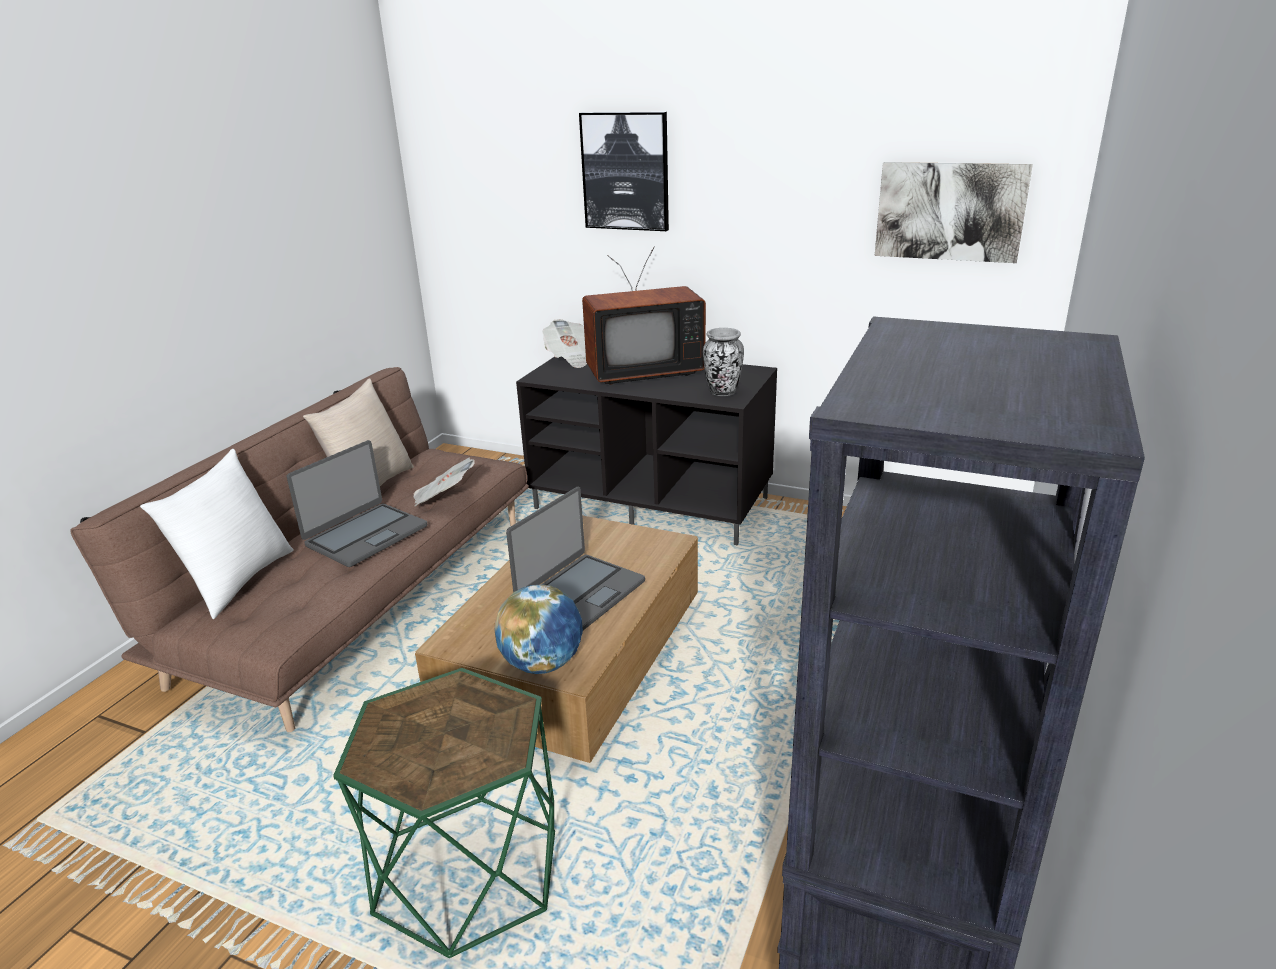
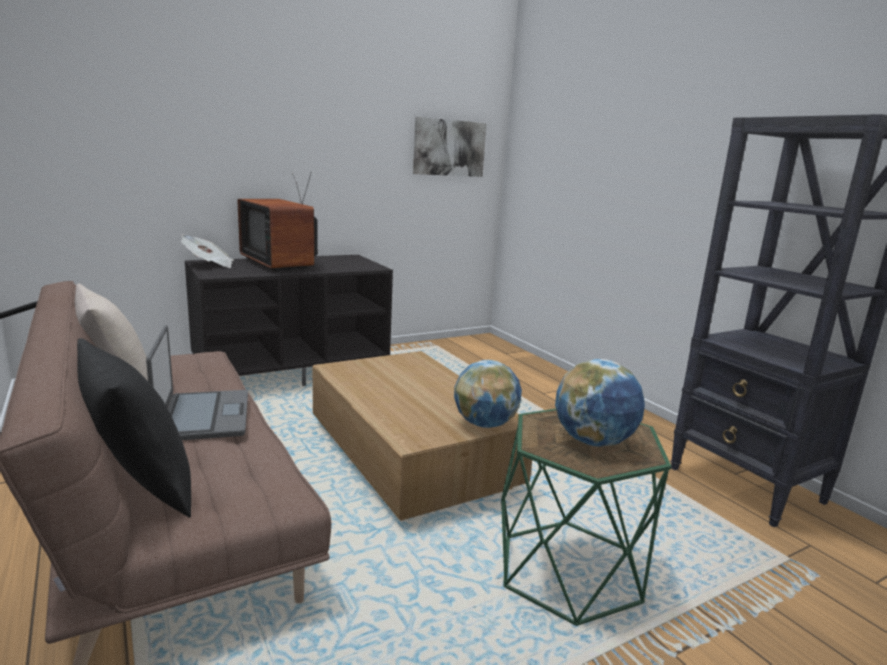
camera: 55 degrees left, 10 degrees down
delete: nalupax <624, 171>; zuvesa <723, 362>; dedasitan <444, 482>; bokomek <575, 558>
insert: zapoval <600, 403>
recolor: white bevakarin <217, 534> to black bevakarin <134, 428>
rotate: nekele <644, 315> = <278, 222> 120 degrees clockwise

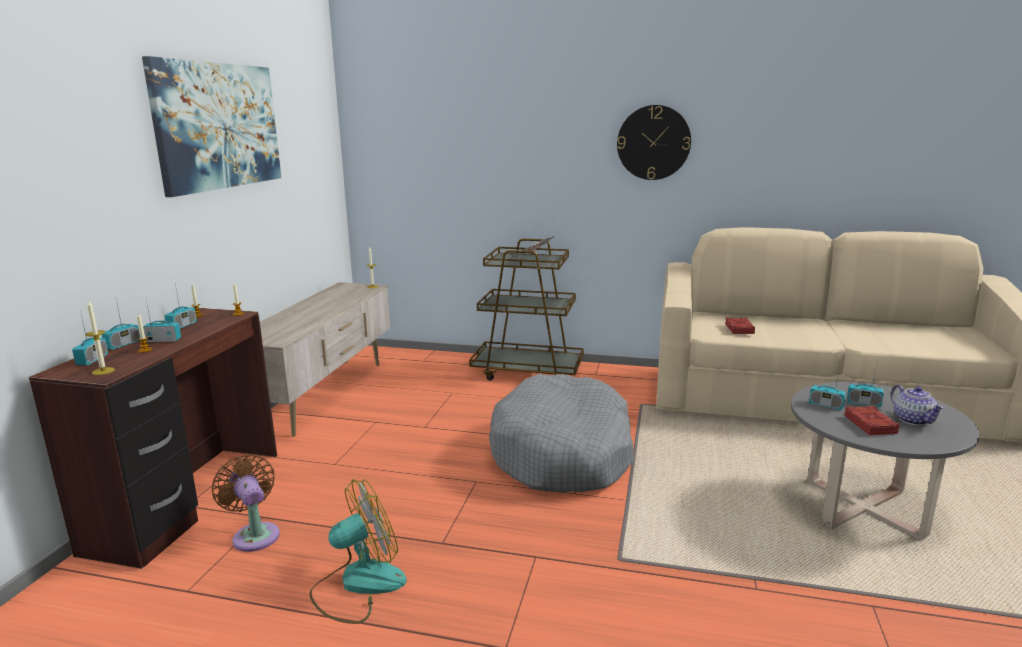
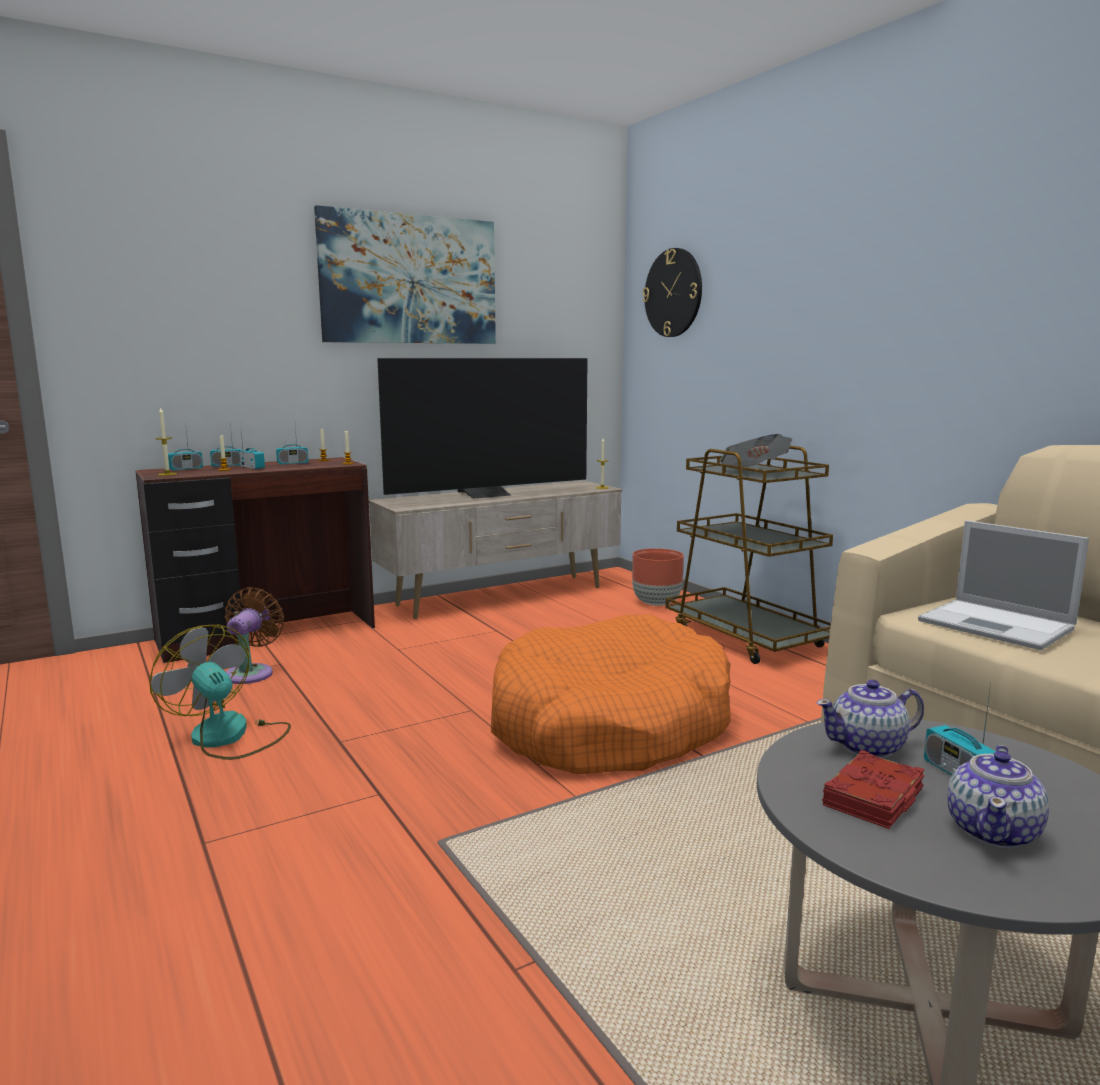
camera: 45 degrees right, 5 degrees down
insert: nekele <482, 428>; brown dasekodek <658, 577>
move: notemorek <654, 142> to <672, 292>
replace: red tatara <740, 326> to bokomek <1003, 585>; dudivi <827, 387> to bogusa <870, 719>
recolor: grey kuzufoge <561, 433> to orange kuzufoge <611, 694>
rotate: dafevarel <358, 551> = <220, 692> 150 degrees counterclockwise

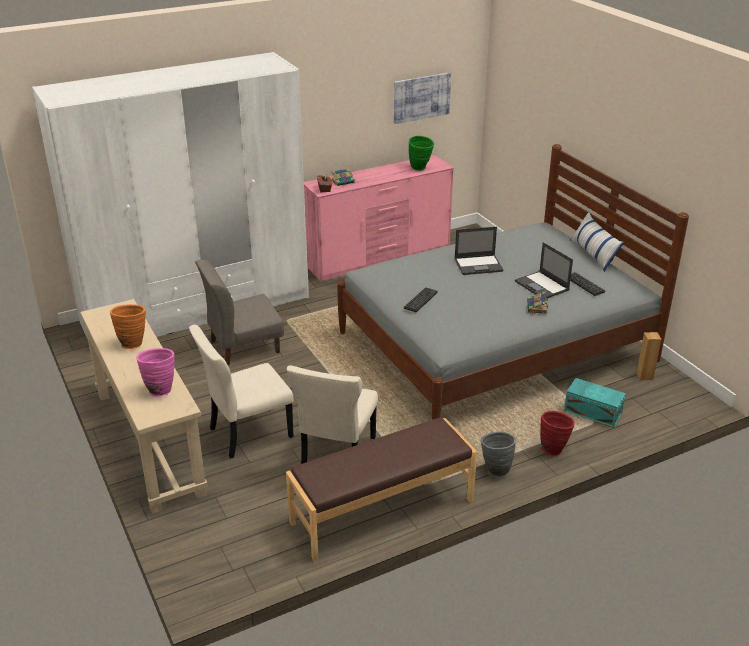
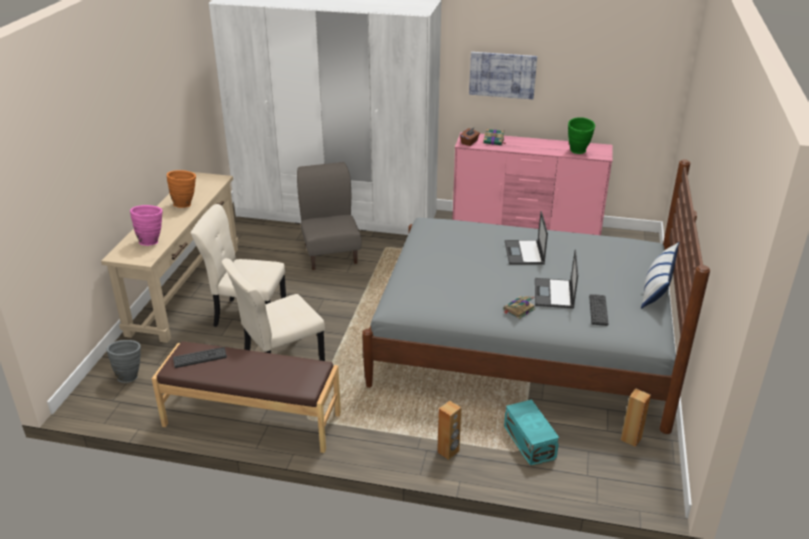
camera: 40 degrees right, 0 degrees up
move: nalupax <422, 98> to <503, 75>; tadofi <421, 300> to <200, 357>; grey zuvesa <498, 455> to <124, 361>
replace: red zuvesa <557, 433> to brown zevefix <449, 430>
rotate: bokomek <479, 251> = <526, 238> 60 degrees clockwise; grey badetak <239, 312> = <329, 216> 60 degrees clockwise

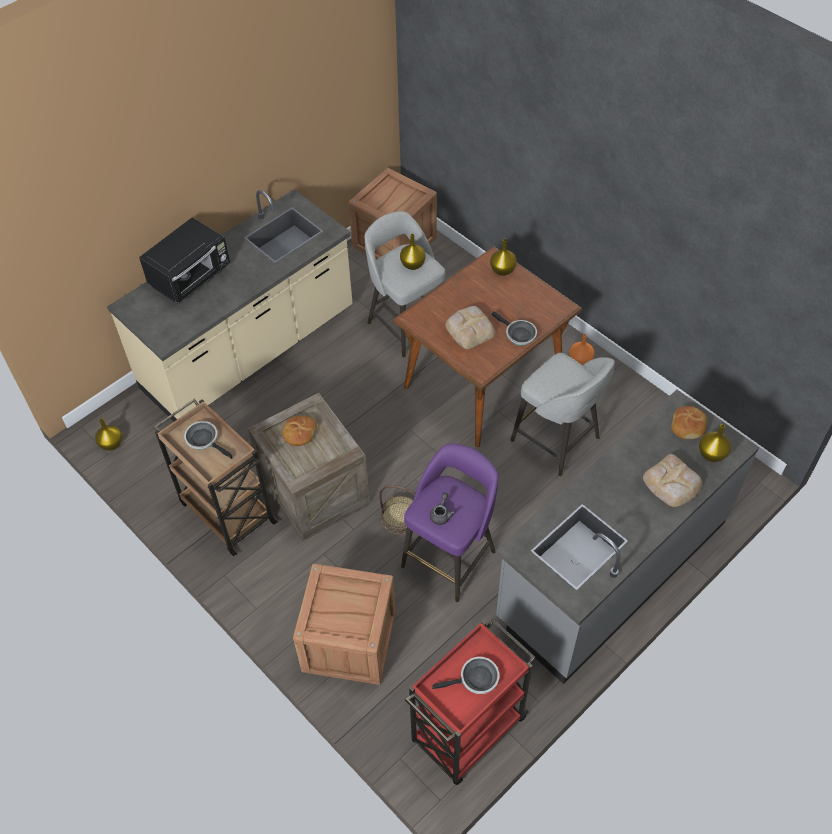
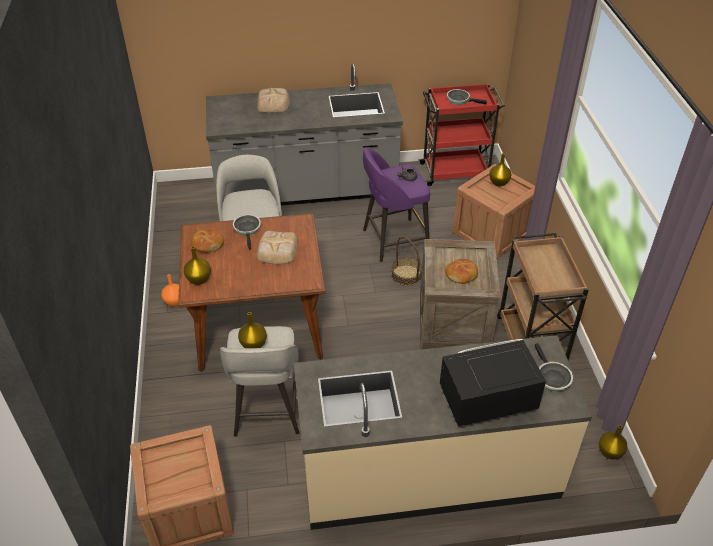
camera: 145 degrees left, 10 degrees down
move: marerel <689, 422> to <207, 240>; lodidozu <208, 440> to <554, 367>; yellow zuvesa <715, 443> to <500, 169>

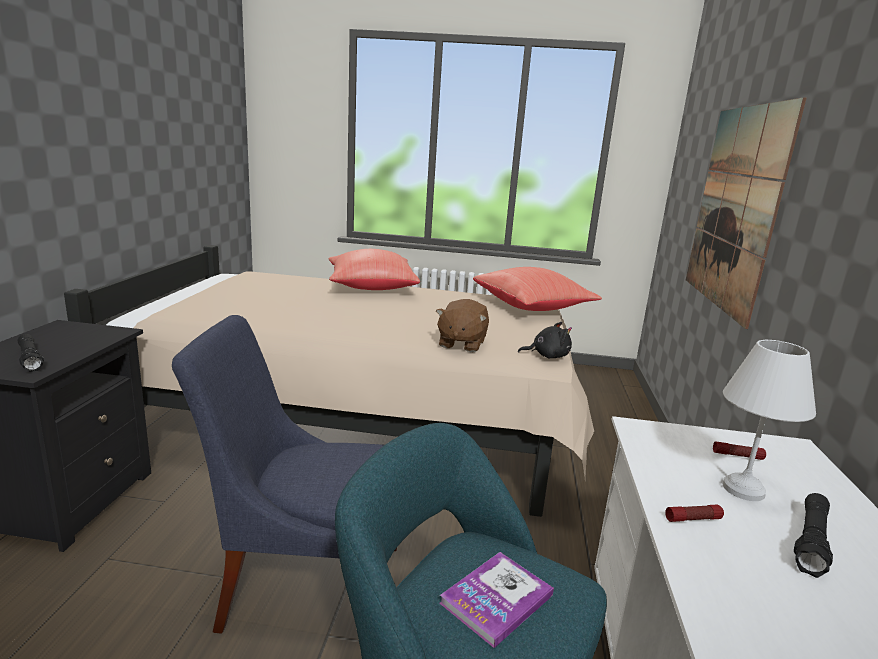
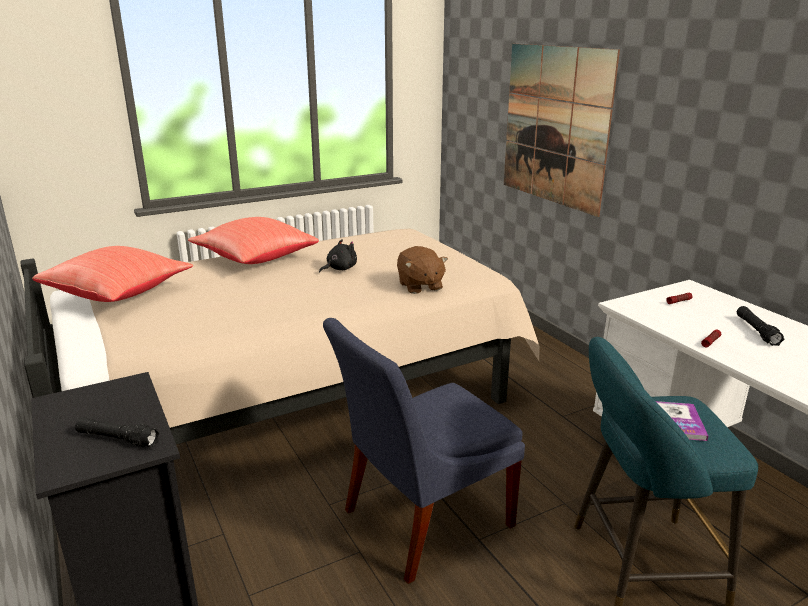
camera: 35 degrees left, 5 degrees up
delete: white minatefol <769, 420>
move: red bevakarin <537, 289> to <112, 274>; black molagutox <545, 340> to <338, 256>

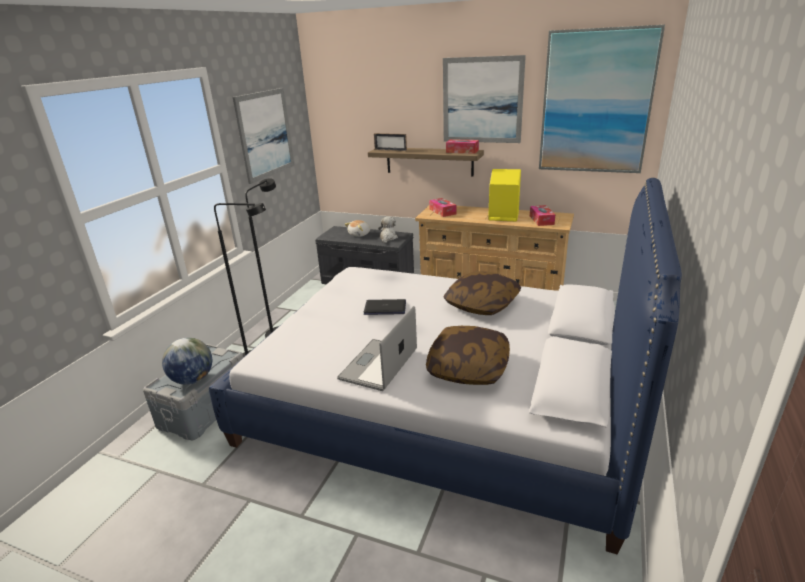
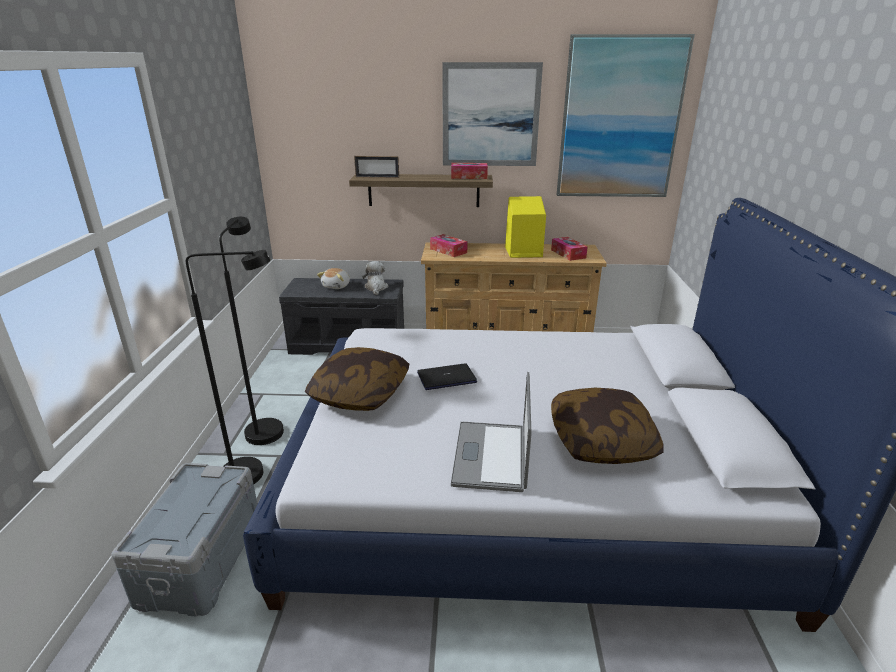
camera: 20 degrees left, 0 degrees up
delete: nalupax <263, 136>; zapoval <187, 361>
move: bevakarin <482, 293> to <357, 379>

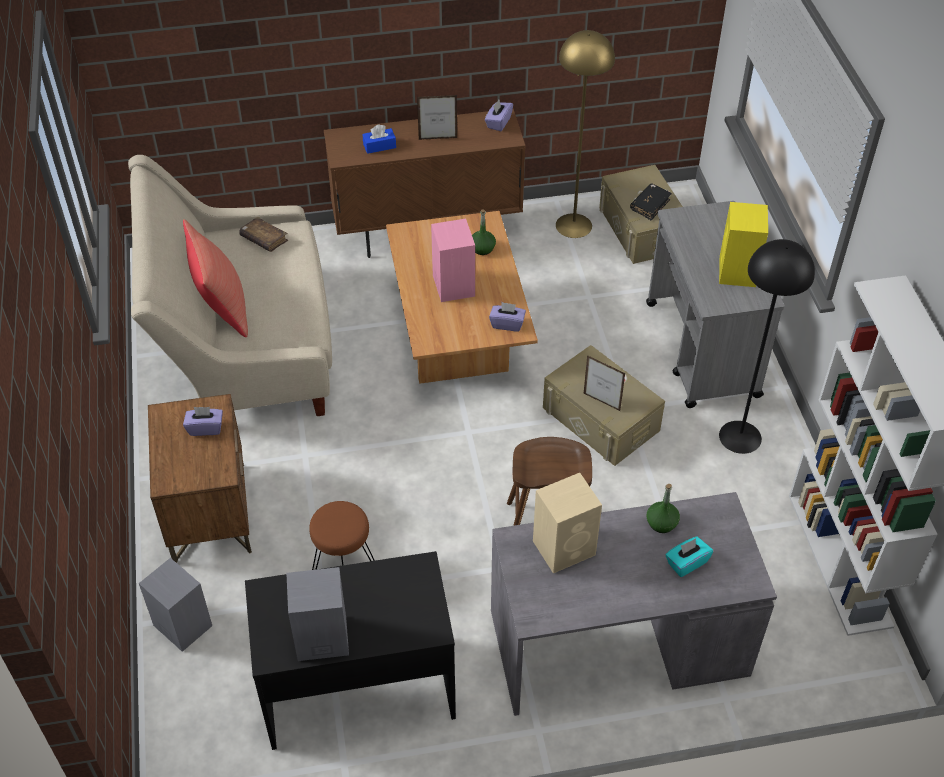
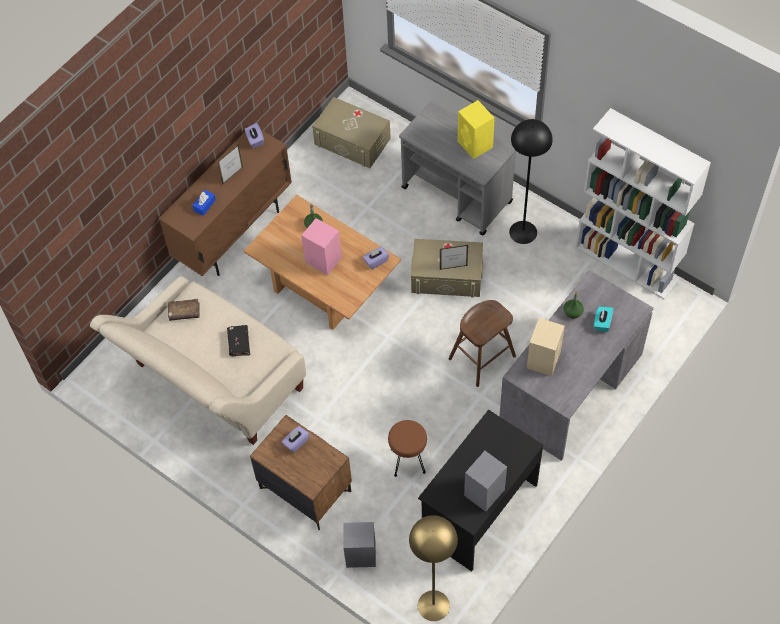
camera: 40 degrees left, 10 degrees up
delete: red bevakarin <215, 278>
move: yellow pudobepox <585, 134> to <433, 568>; black tatara <651, 202> to <238, 341>

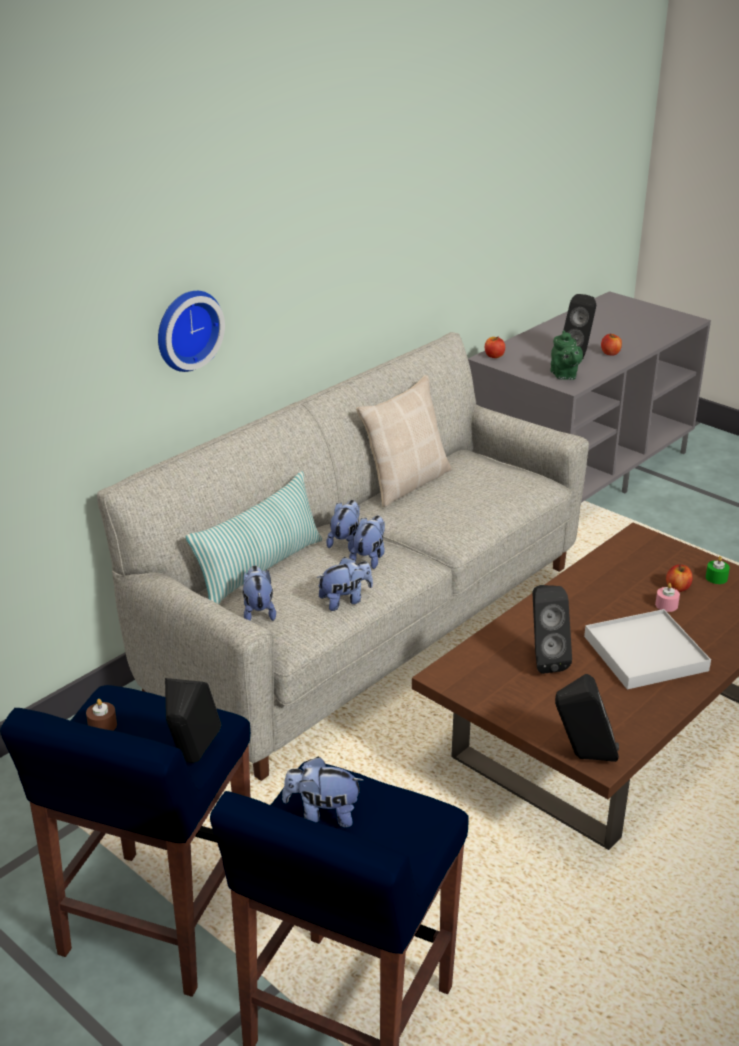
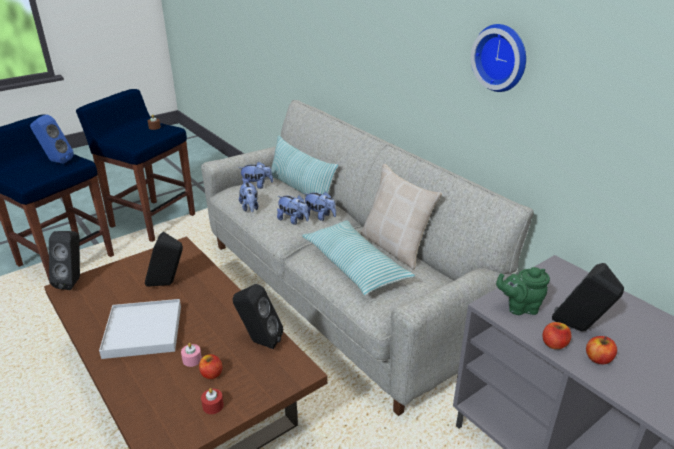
camera: 100 degrees right, 0 degrees up
insert: bevakarin <358, 258>
move: notemorek <191, 331> to <498, 58>; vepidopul <495, 347> to <556, 335>; black zevefix <193, 720> to <258, 316>
replace: molagutox <323, 792> to blue zevefix <52, 139>
recolor: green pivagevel <718, 570> to red pivagevel <212, 401>

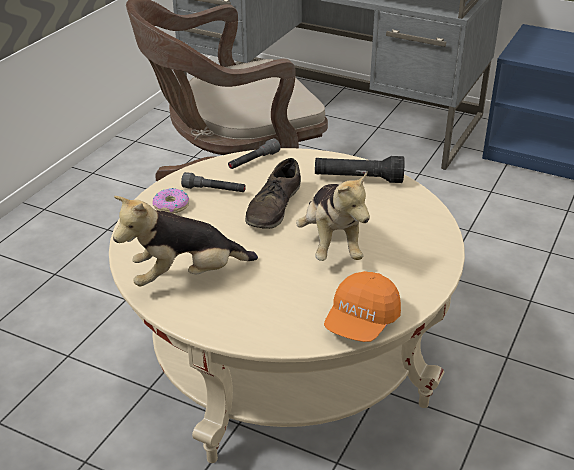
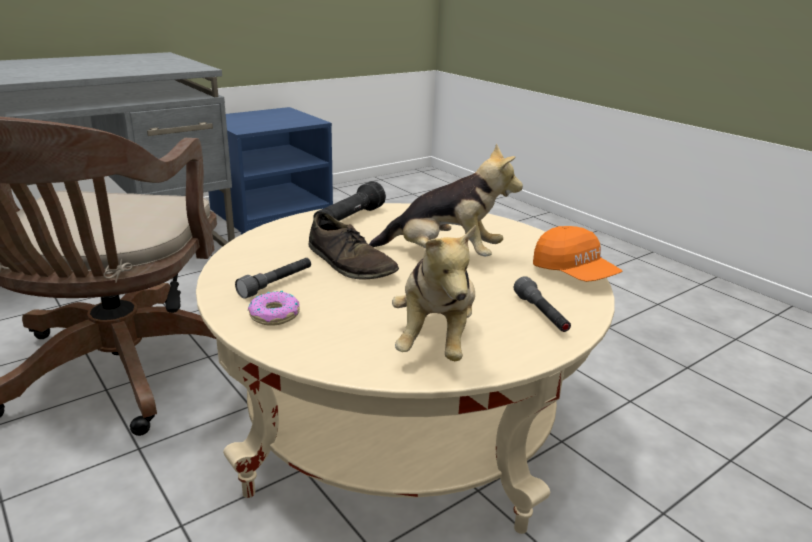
camera: 65 degrees left, 10 degrees down
move: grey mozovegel <254, 153> to <542, 304>

